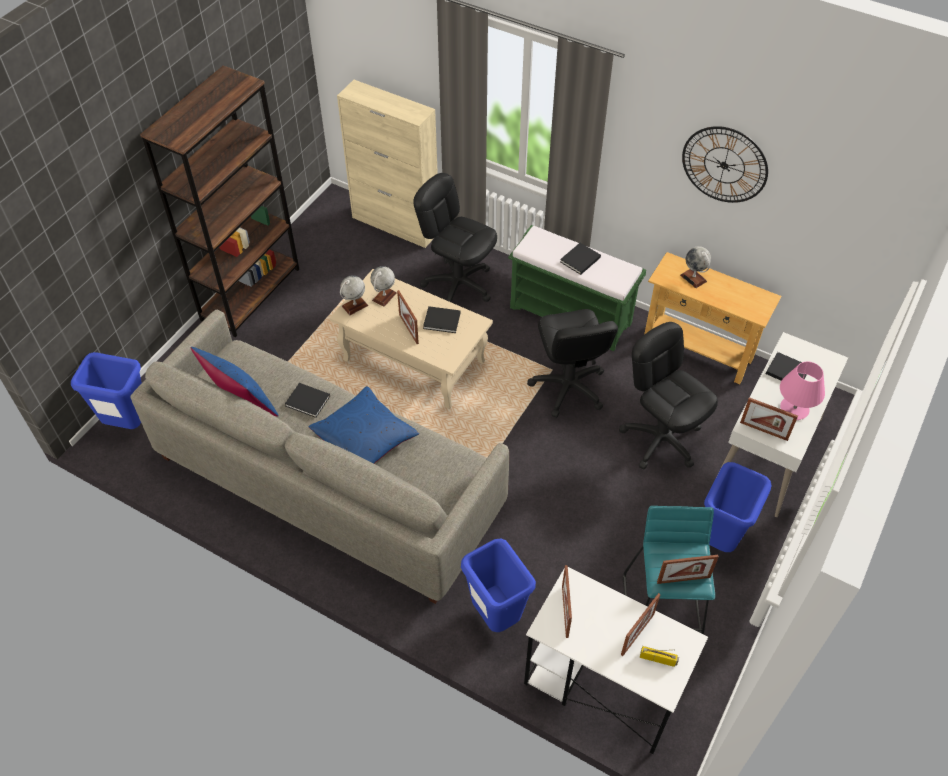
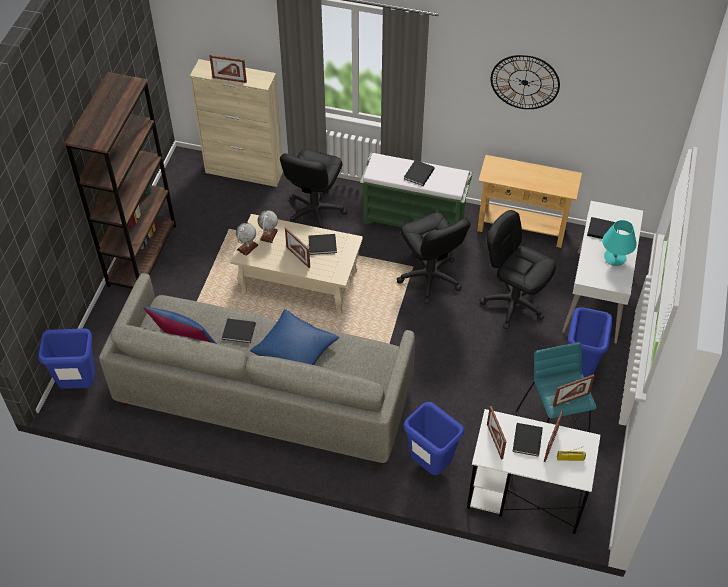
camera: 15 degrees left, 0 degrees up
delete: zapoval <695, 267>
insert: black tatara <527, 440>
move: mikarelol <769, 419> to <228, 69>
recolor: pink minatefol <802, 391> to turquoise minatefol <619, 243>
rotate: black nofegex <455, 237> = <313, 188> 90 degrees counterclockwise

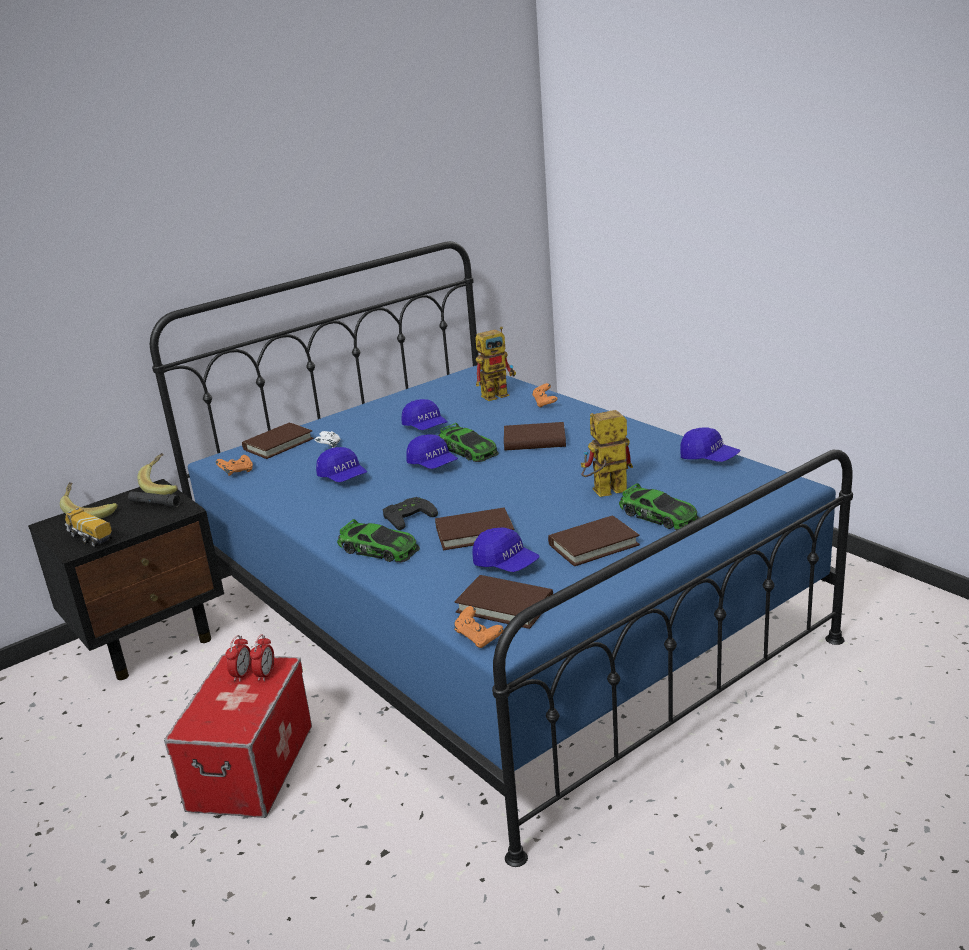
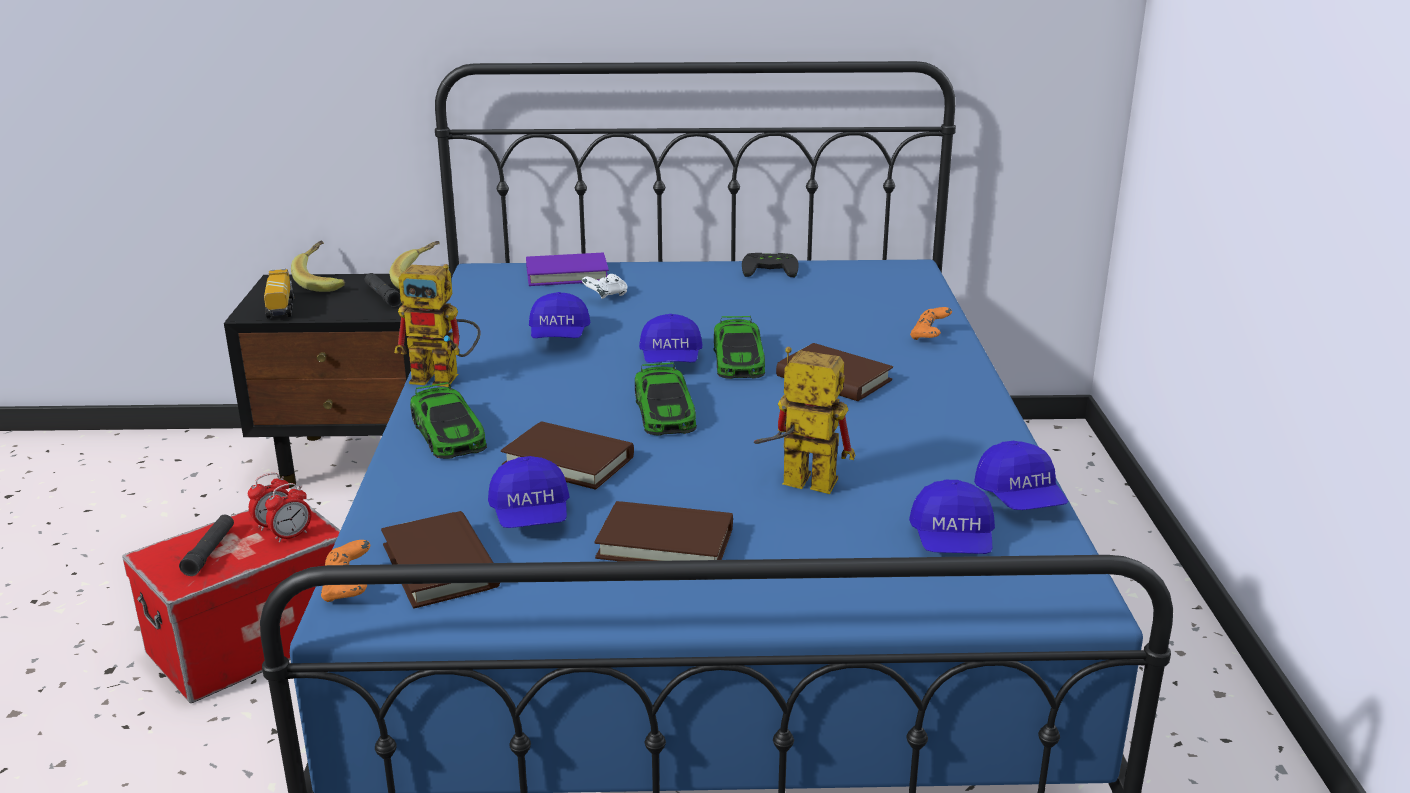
camera: 35 degrees right, 0 degrees up
delete: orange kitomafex <234, 465>
insert: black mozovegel <206, 545>
move: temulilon <495, 364> to <437, 325>; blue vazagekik <425, 414> to <952, 517>; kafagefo <659, 506> to <666, 399>; black kitomafex <410, 513> to <770, 265>
recolor: brown tatara <278, 441> to purple tatara <567, 269>

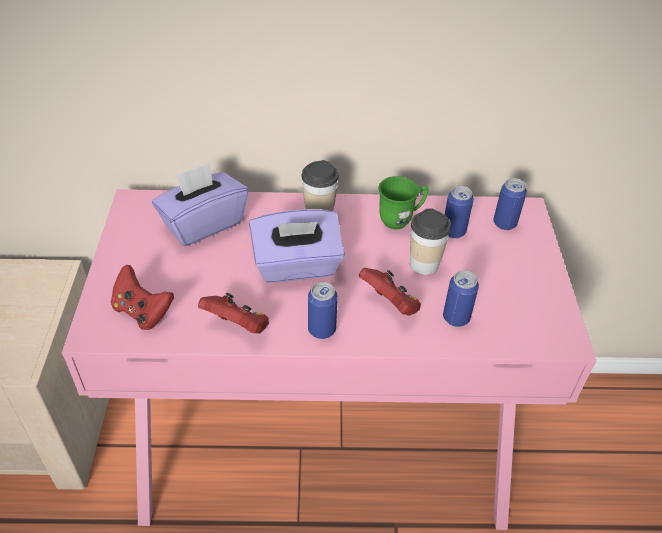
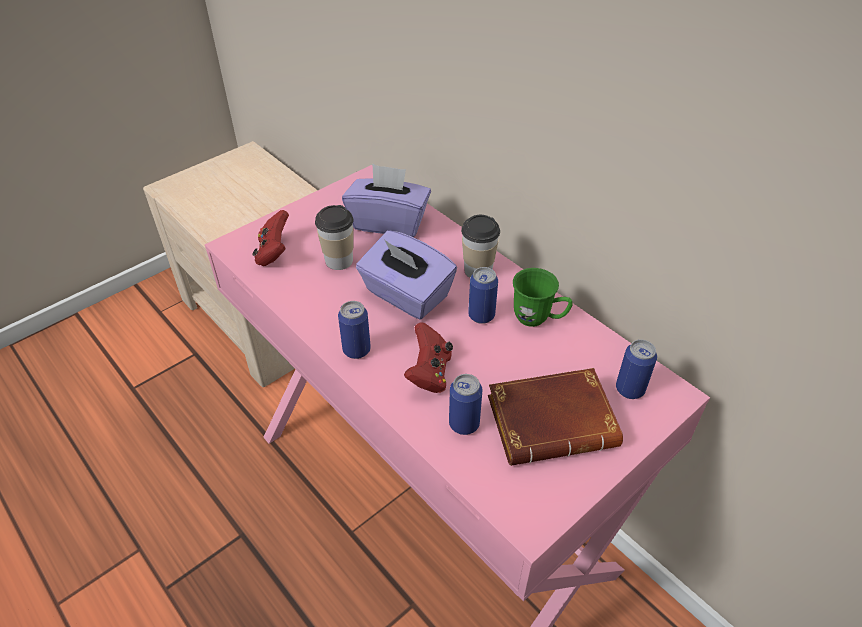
camera: 50 degrees right, 0 degrees up
delete: red kitomafex <233, 313>
insert: brown tatara <555, 417>
move: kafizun <459, 212> to <483, 295>; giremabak <430, 241> to <334, 237>

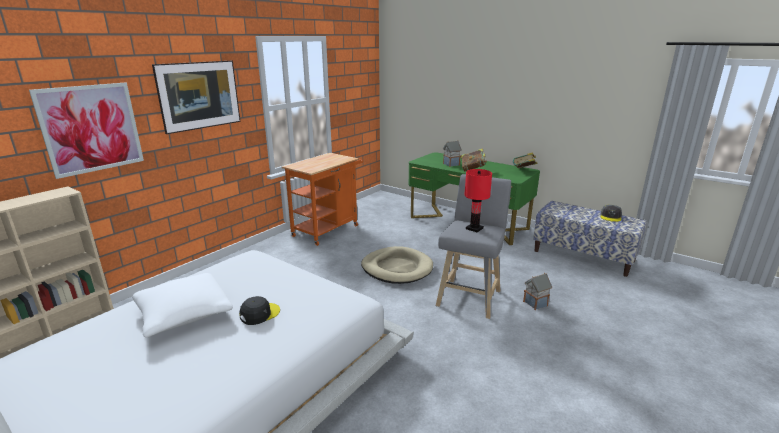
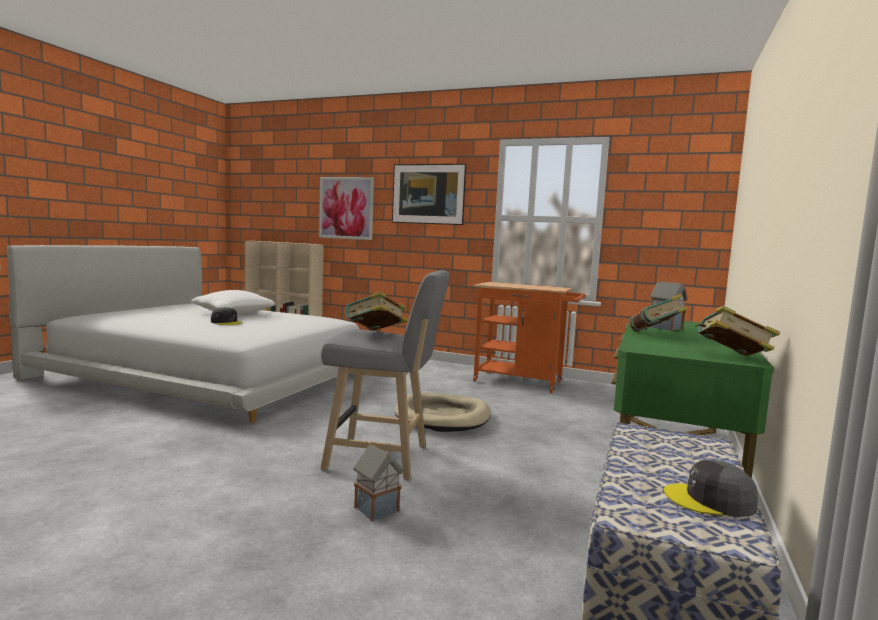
camera: 75 degrees right, 15 degrees down
replace: red minatefol <478, 200> to tatara <376, 311>

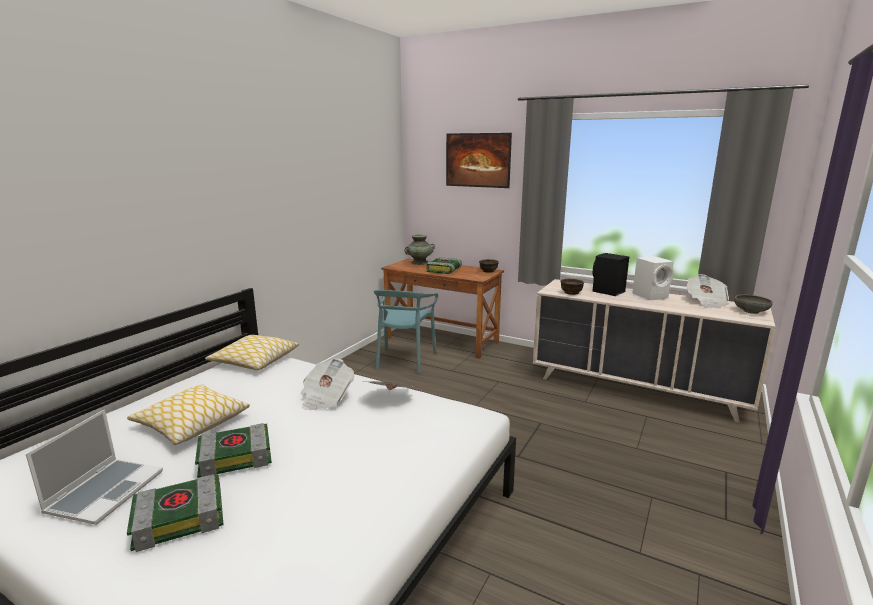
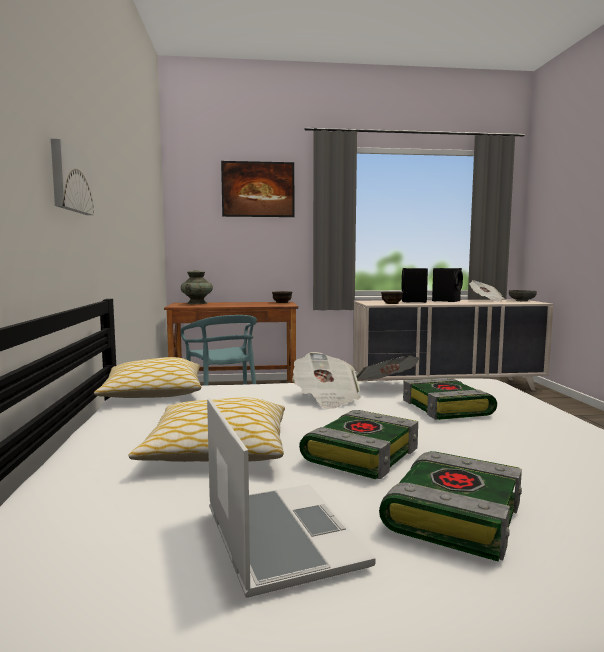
camera: 35 degrees left, 10 degrees down
insert: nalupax <72, 177>
move: tatara <444, 265> to <450, 398>
recolor: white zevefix <653, 278> to black zevefix <447, 285>

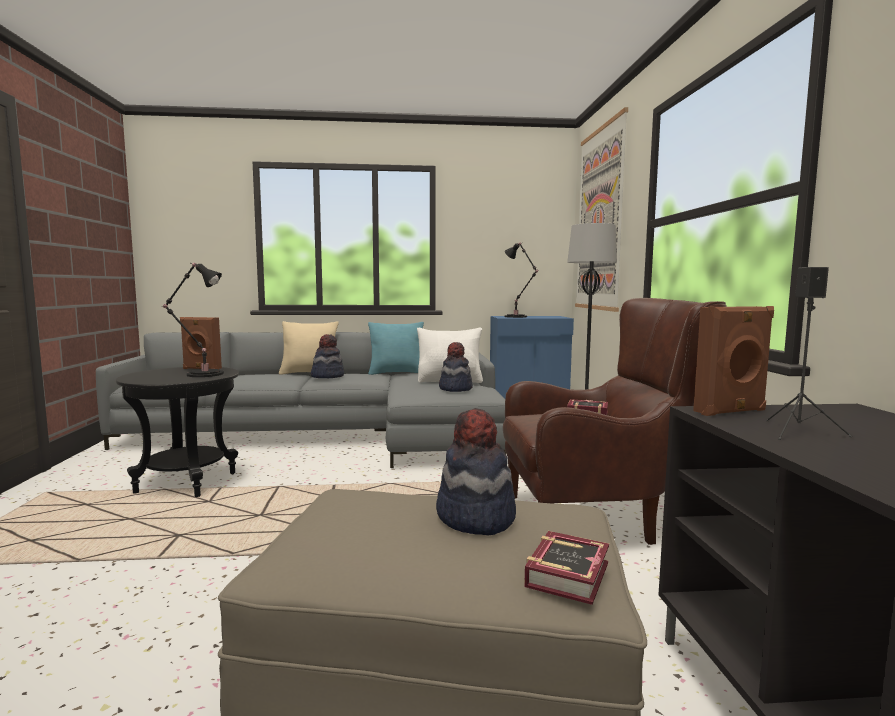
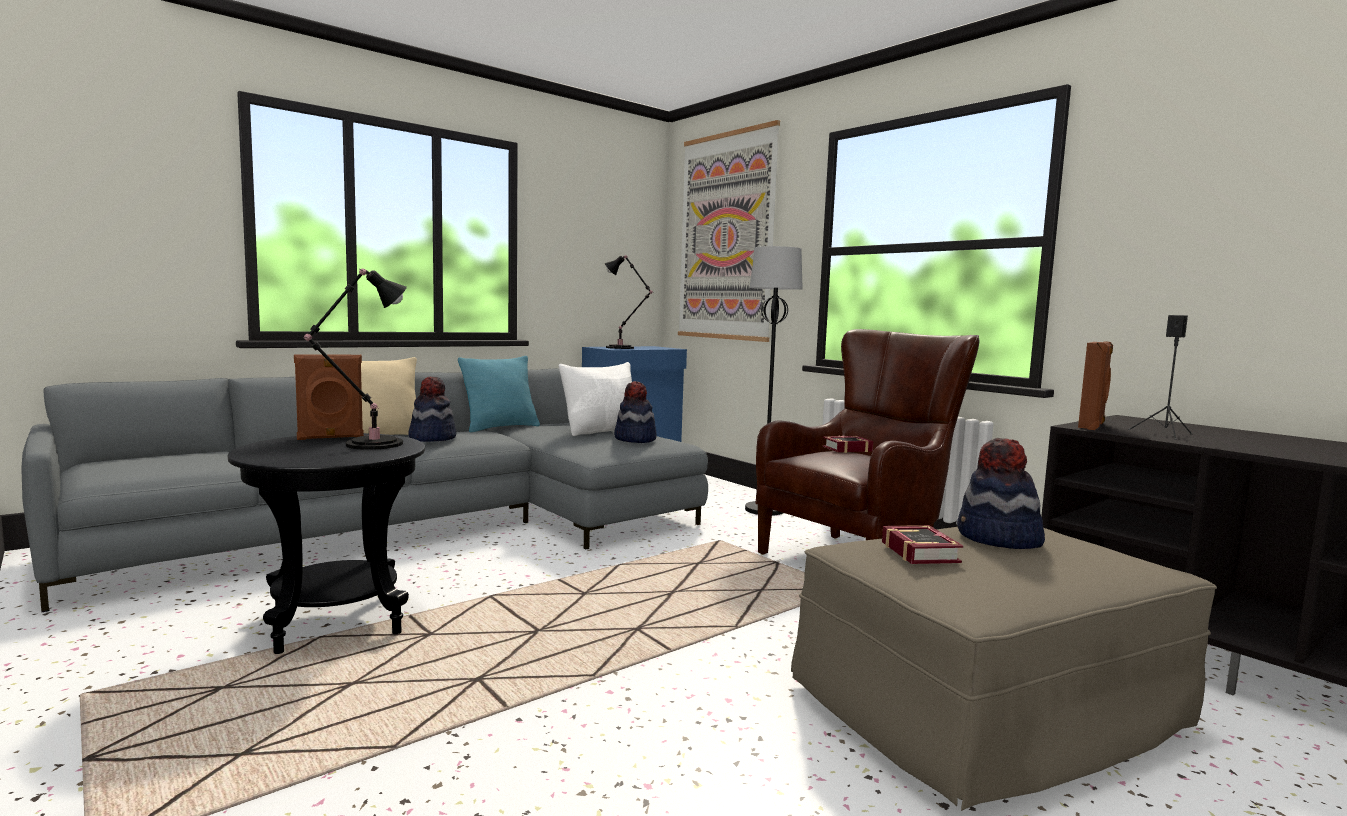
camera: 35 degrees left, 0 degrees up
move: tatara <566, 568> to <922, 544>

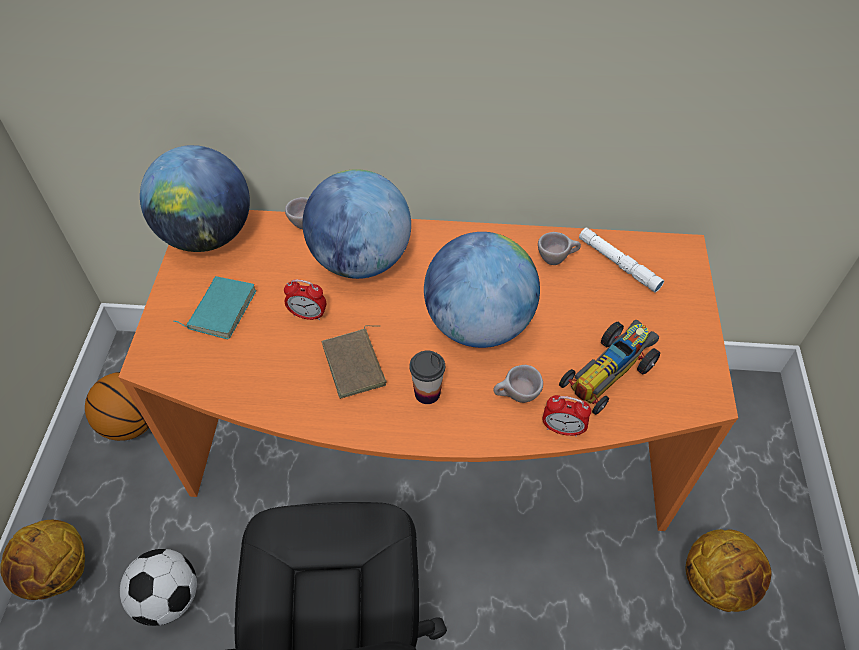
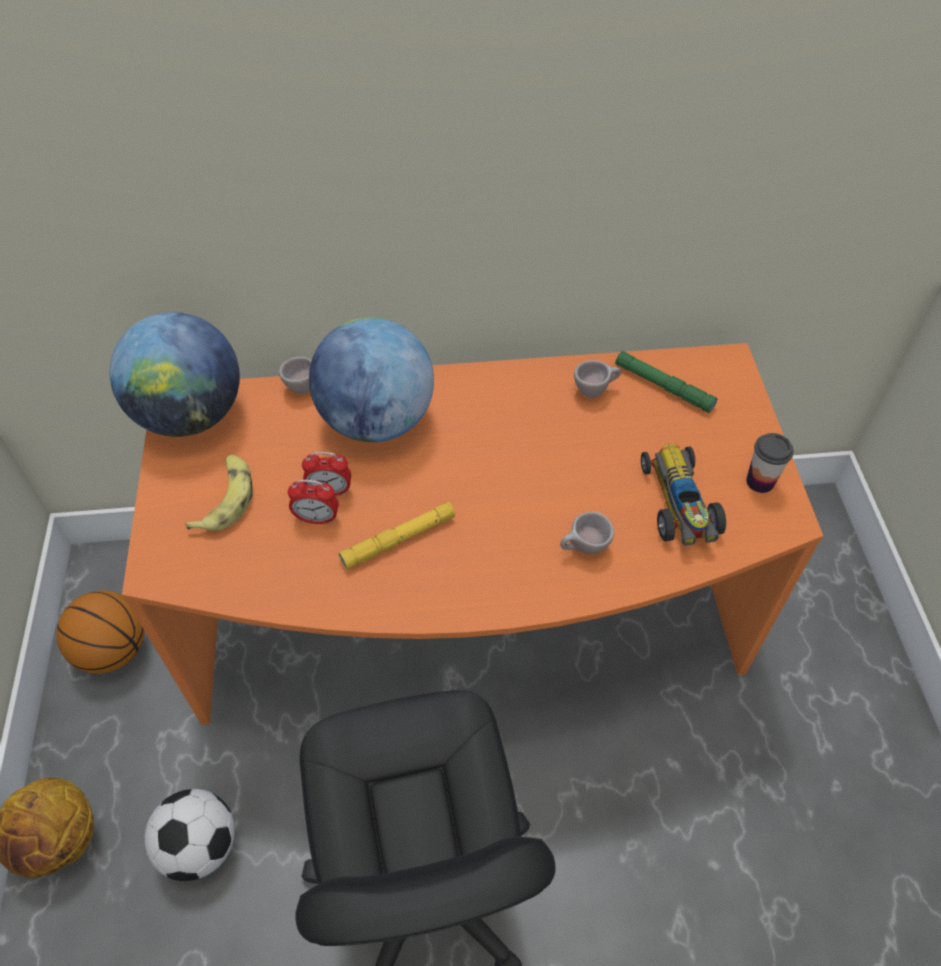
camera: 10 degrees left, 0 degrees up
delete: zapoval <482, 290>; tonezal <729, 570>
move: giremabak <427, 377> to <770, 463>; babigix <566, 416> to <313, 502>
replace: turquoise tatara <215, 307> to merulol <219, 493>; brown tatara <354, 362> to yellow mozovegel <397, 536>
recolor: white mozovegel <621, 260> to green mozovegel <666, 382>
rotate: kafagefo <609, 367> = <683, 494> 135 degrees clockwise

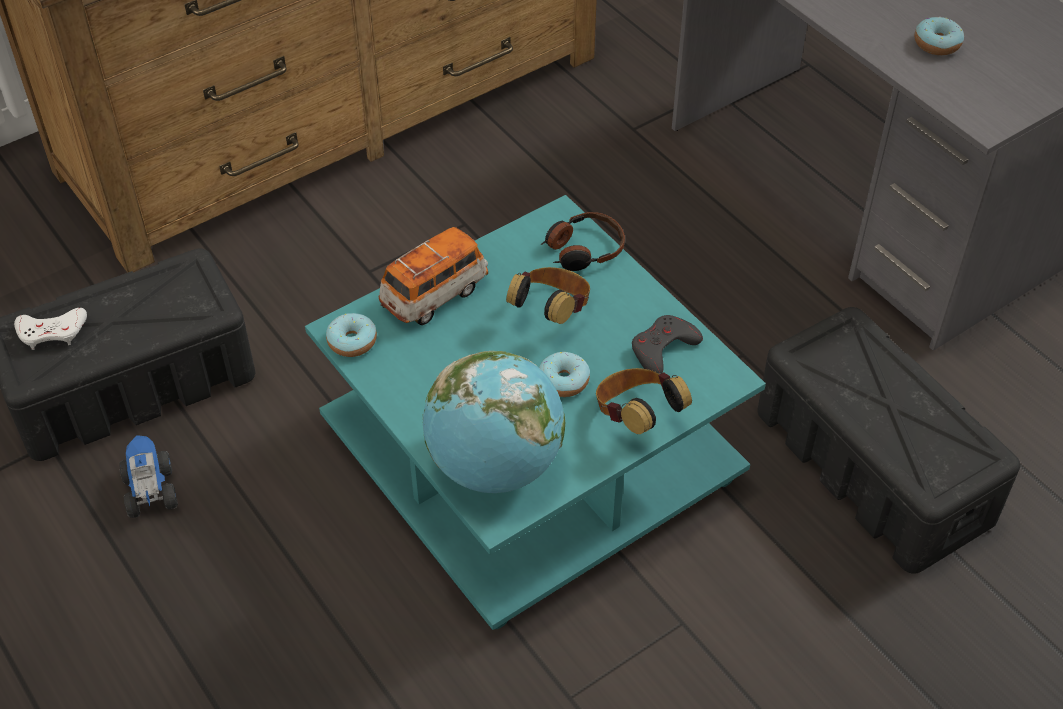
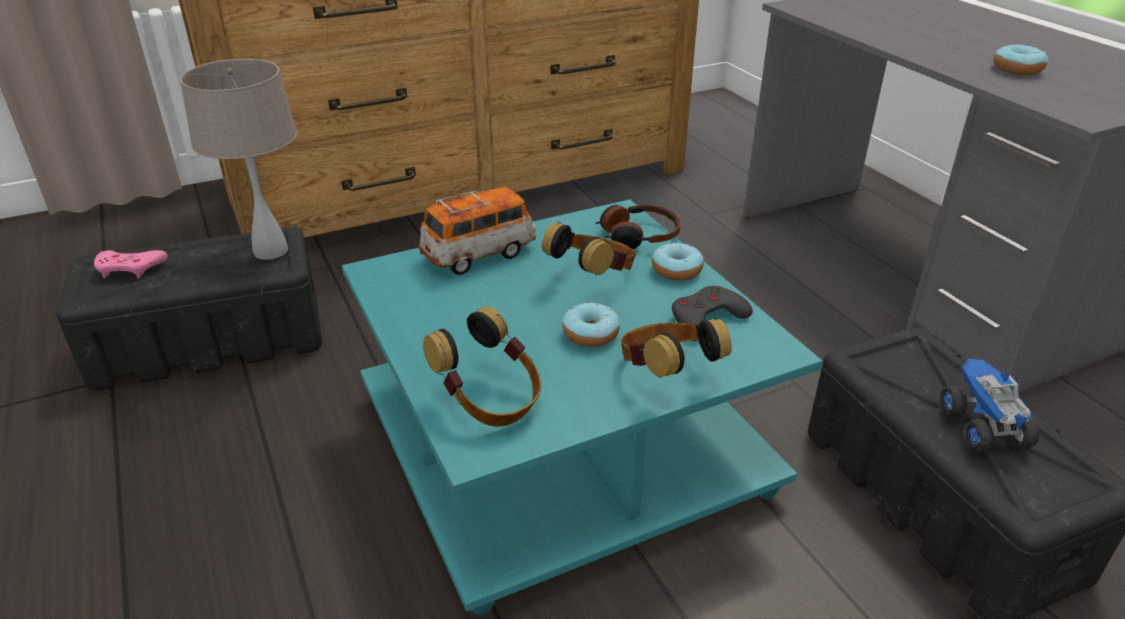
camera: 10 degrees right, 15 degrees down
insert: beige minatefol <238, 159>
move: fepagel <351, 335> to <678, 262>; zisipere <148, 476> to <990, 405>
replace: zapoval <494, 422> to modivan <482, 366>
recolor: white kitomafex <50, 329> to pink kitomafex <131, 264>

